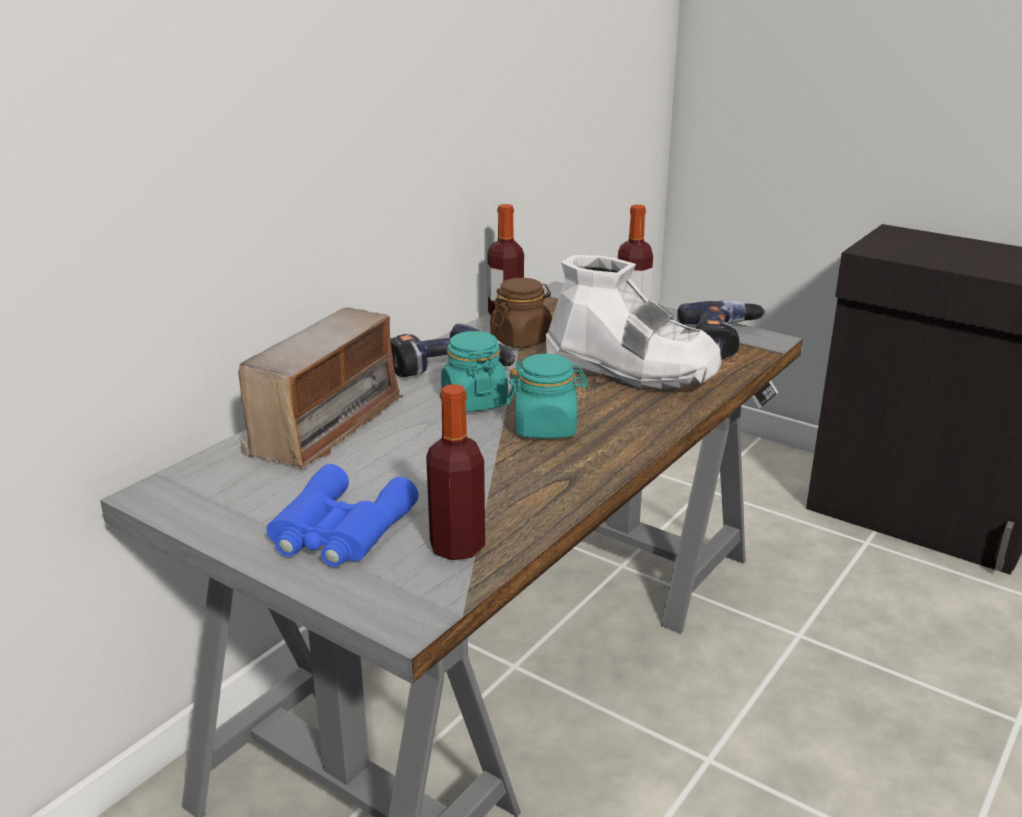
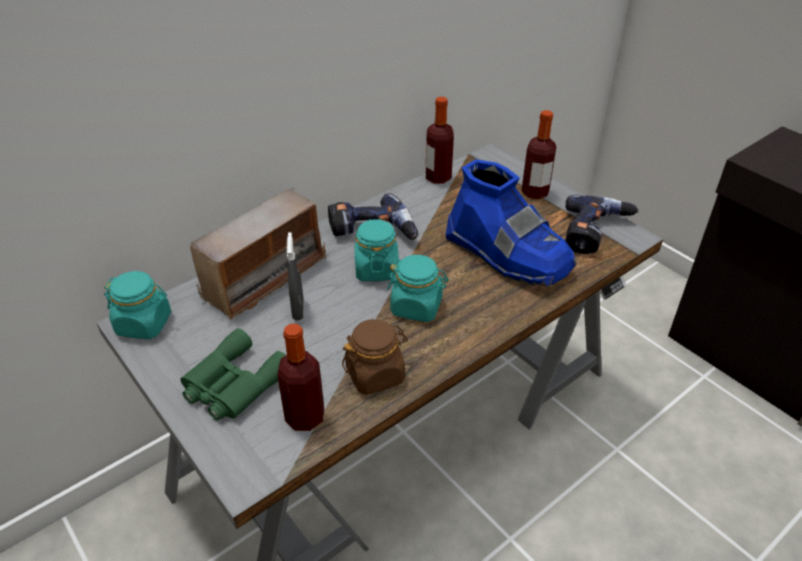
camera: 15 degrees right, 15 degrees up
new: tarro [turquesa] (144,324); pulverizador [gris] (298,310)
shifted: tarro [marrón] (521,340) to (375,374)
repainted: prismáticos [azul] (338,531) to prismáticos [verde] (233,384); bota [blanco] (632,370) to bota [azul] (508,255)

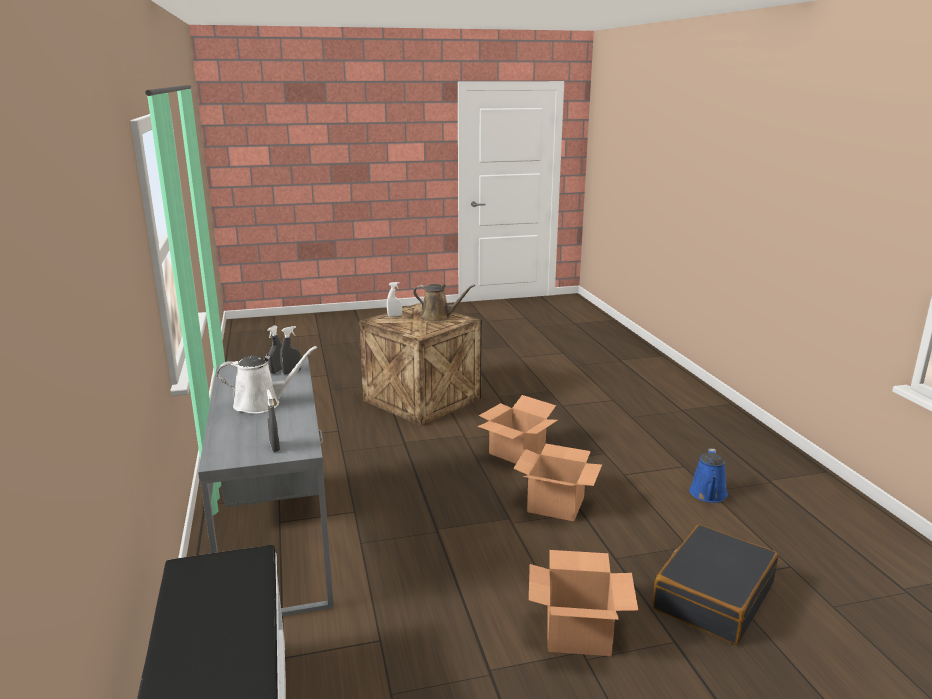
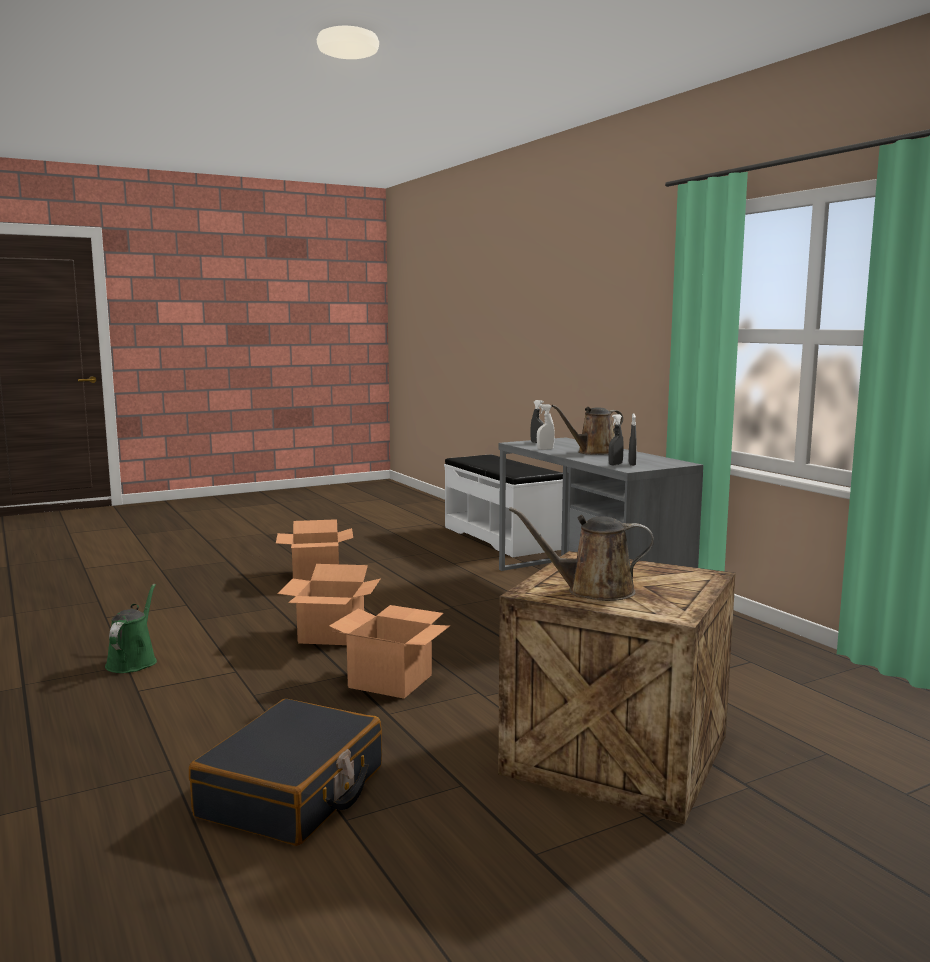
camera: 165 degrees right, 10 degrees down
shifted: maleta [negro] (712,596) to (293,792); pulverizador [blanco] (394,316) to (545,449)
repainted: regadera [azul] (708,495) to regadera [verde] (133,661); regadera [blanco] (262,404) to regadera [marrón] (593,452)

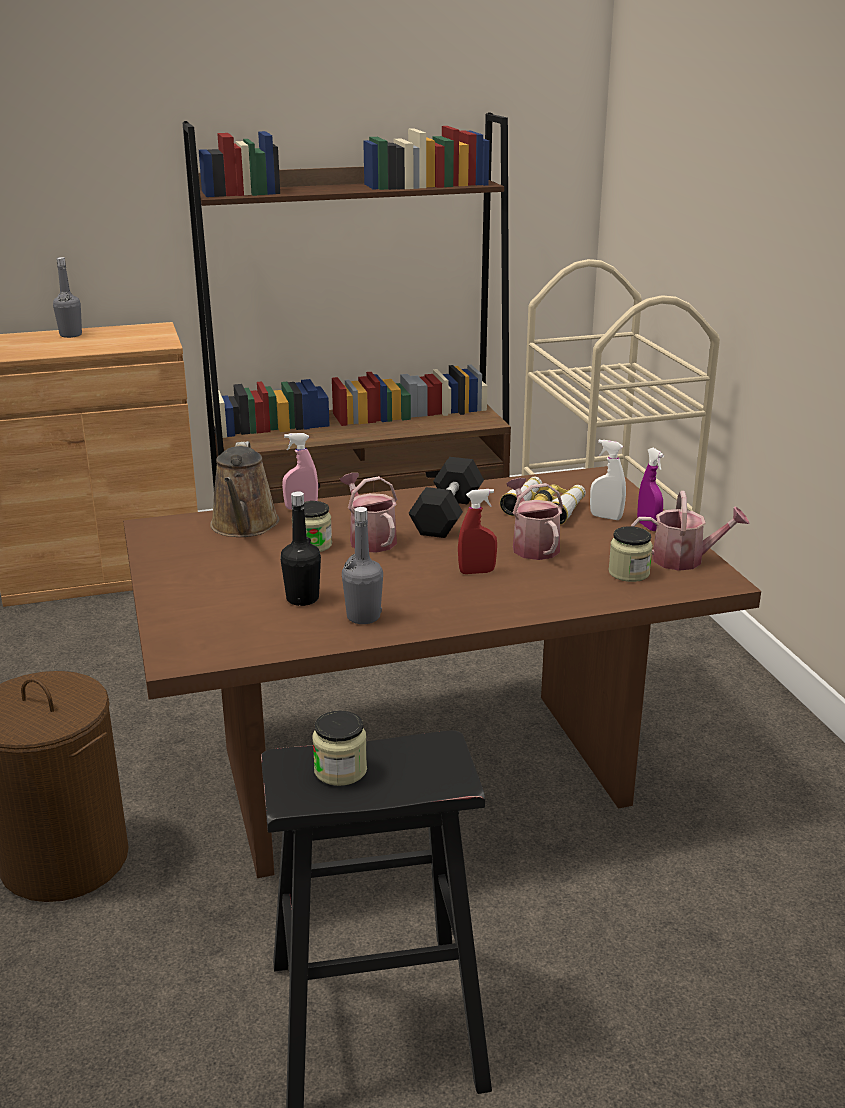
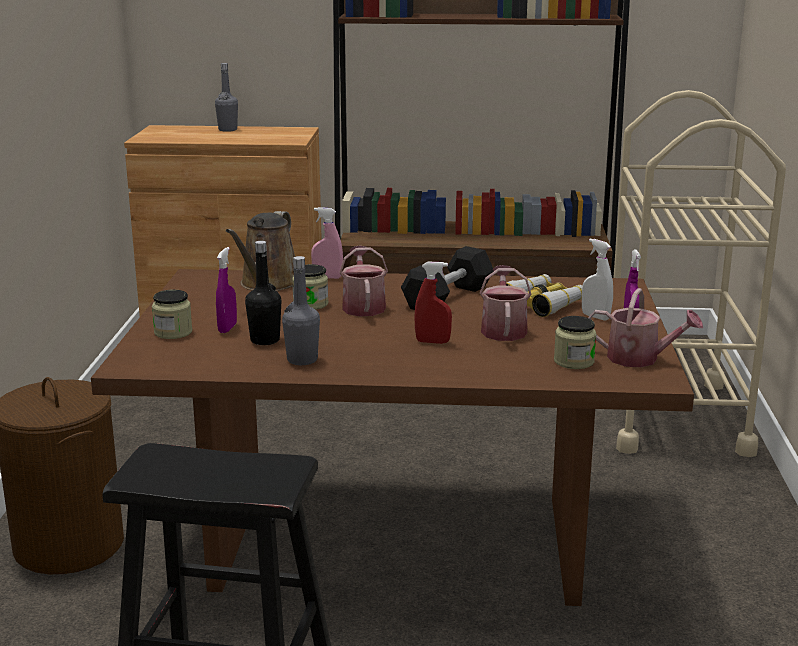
camera: 20 degrees right, 5 degrees down
new: pulverizador [morado] (227,328)
shifted: tarro (340,770) to (173,332)

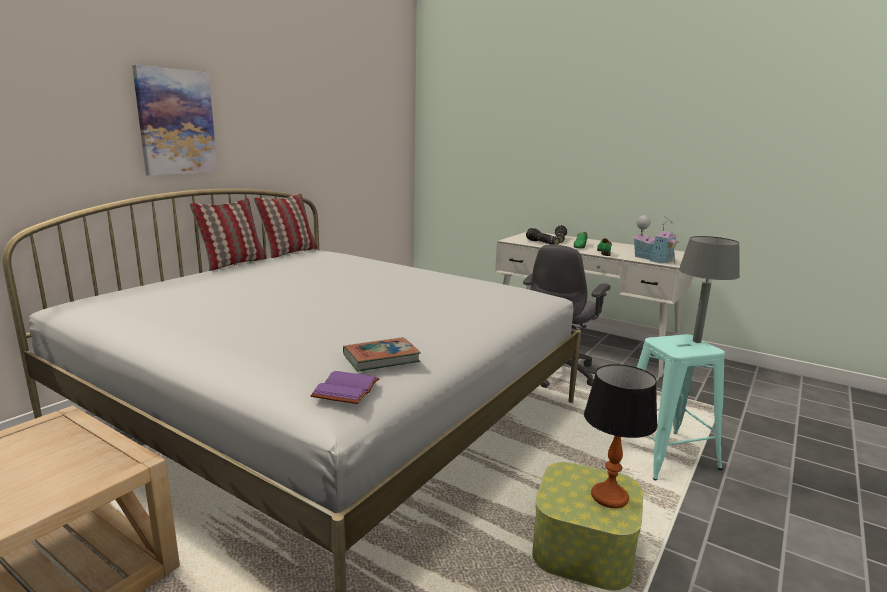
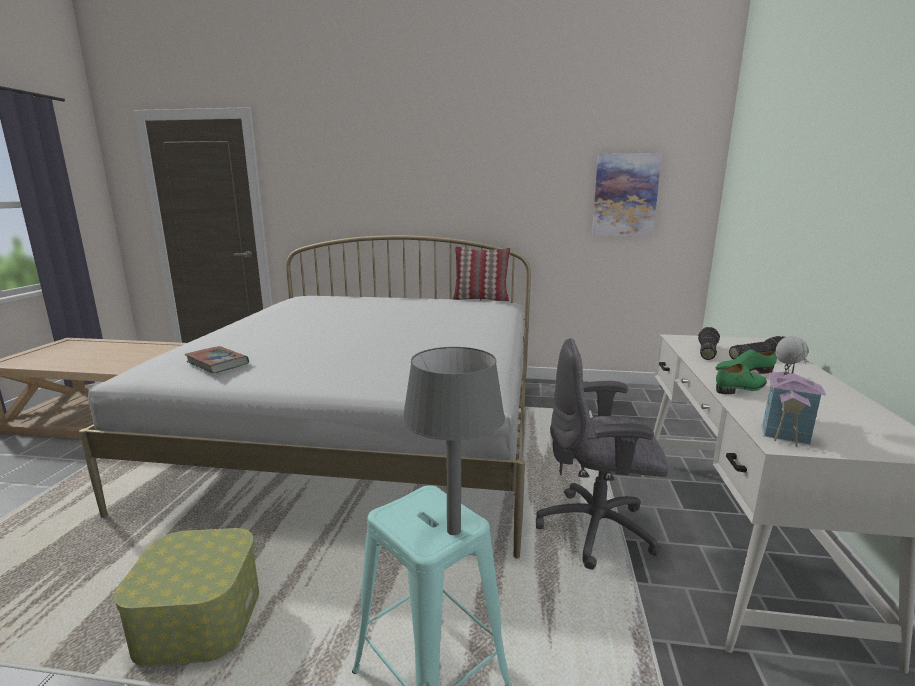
camera: 65 degrees right, 0 degrees up
gone: cojín (233,263); libro [morado] (345,388); lámpara de mesa (609,497)
shifted: cuadro (176,122) to (625,195)

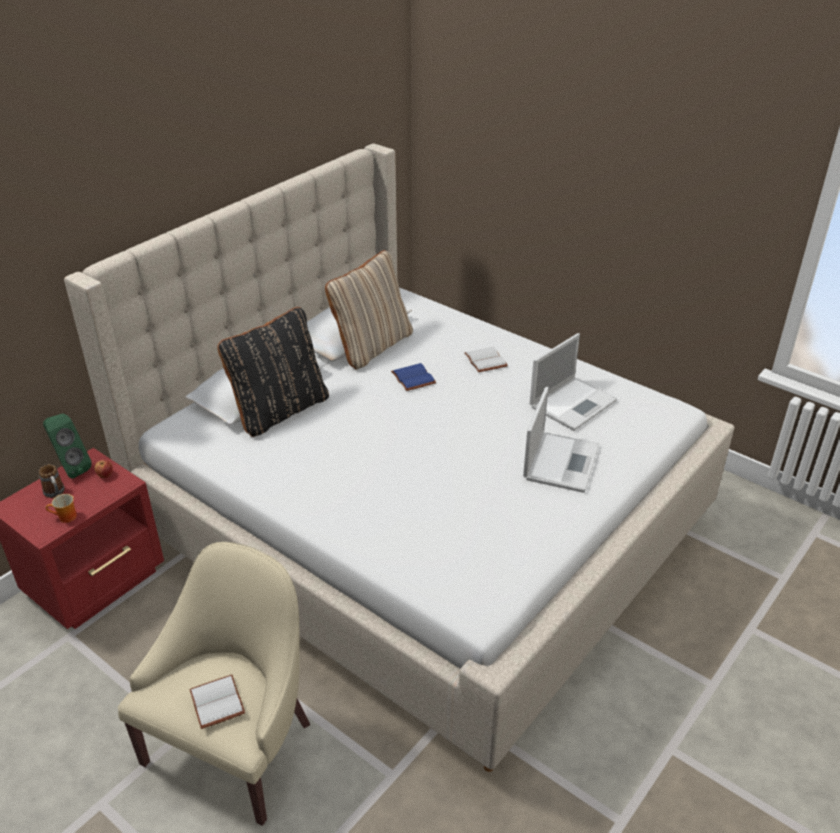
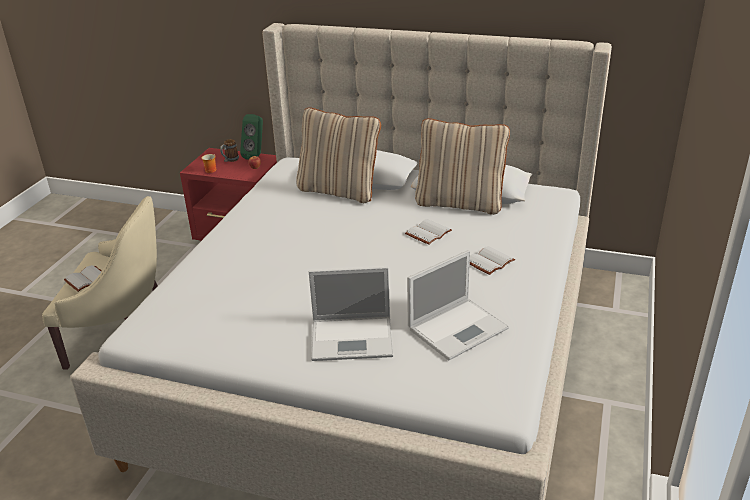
camera: 70 degrees right, 5 degrees down
repainted: cojín [negro] (280,410) to cojín [beis] (339,191); libro [azul] (412,378) to libro [blanco] (428,232)
rotated: portátil (573,403) = (459,328) 60 degrees counterclockwise

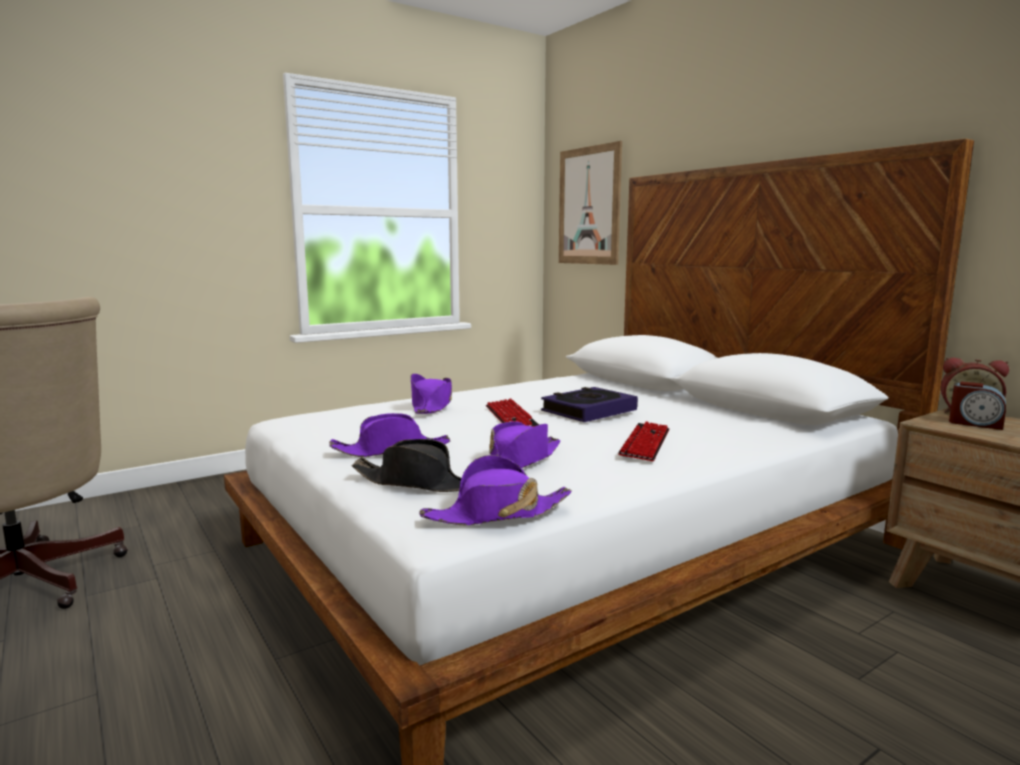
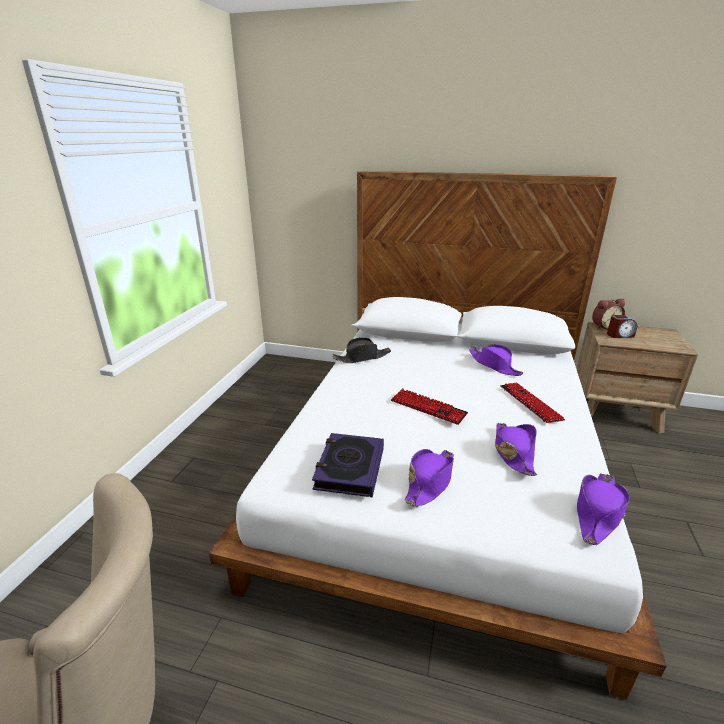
camera: 40 degrees left, 15 degrees up
gone: cuadro (589,206)
shifted: libro (588,411) to (349,468); sombrero [negro] (417,482) to (362,357); sombrero [morado] (431,405) to (494,365)

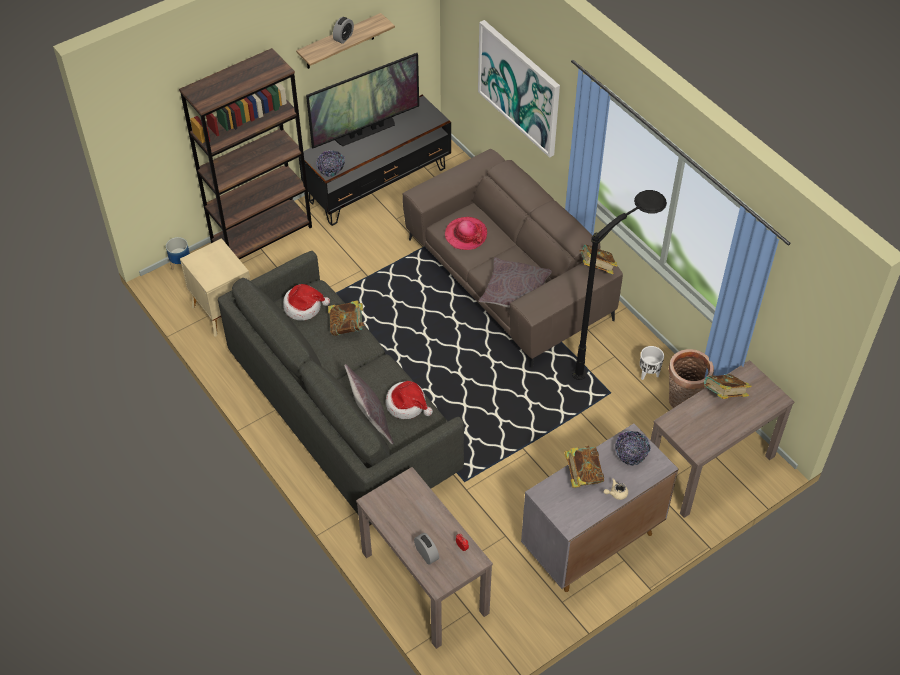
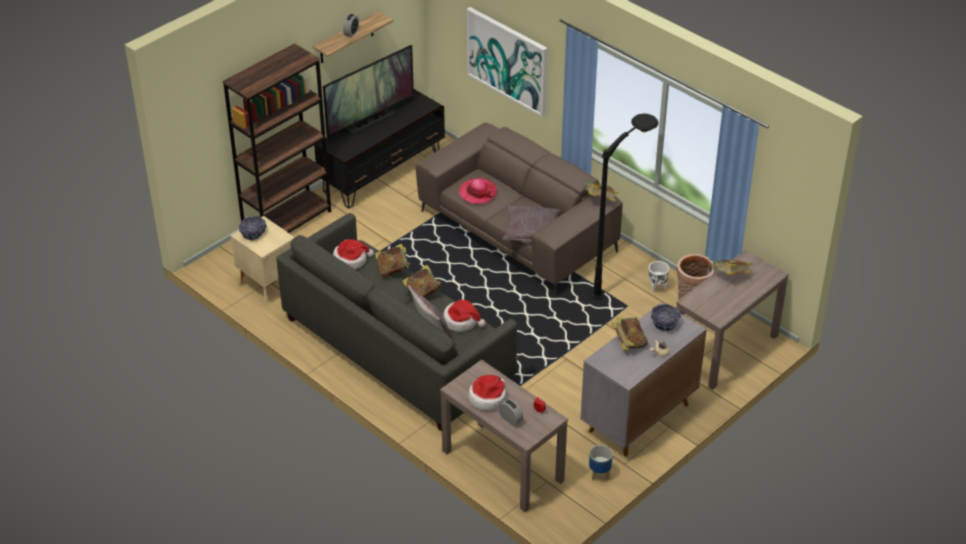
camera: 10 degrees left, 10 degrees down
new: libro (422,293); sombrero (488,398)
shifted: cuenco (330,168) to (253,233); maceta (181,265) to (599,474)

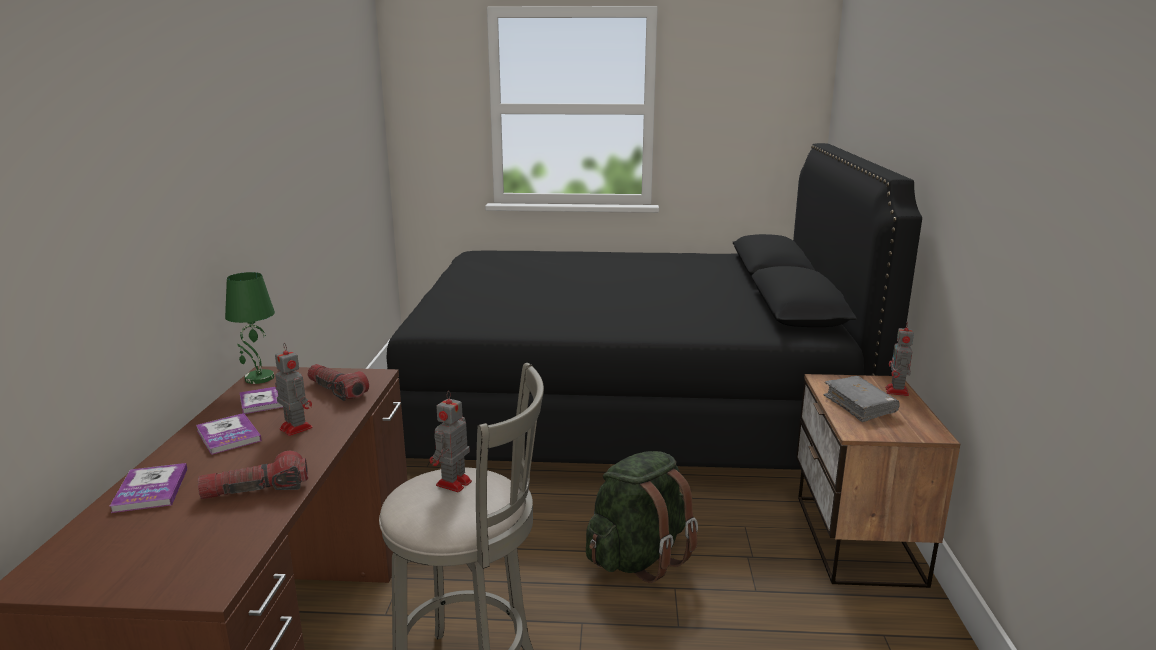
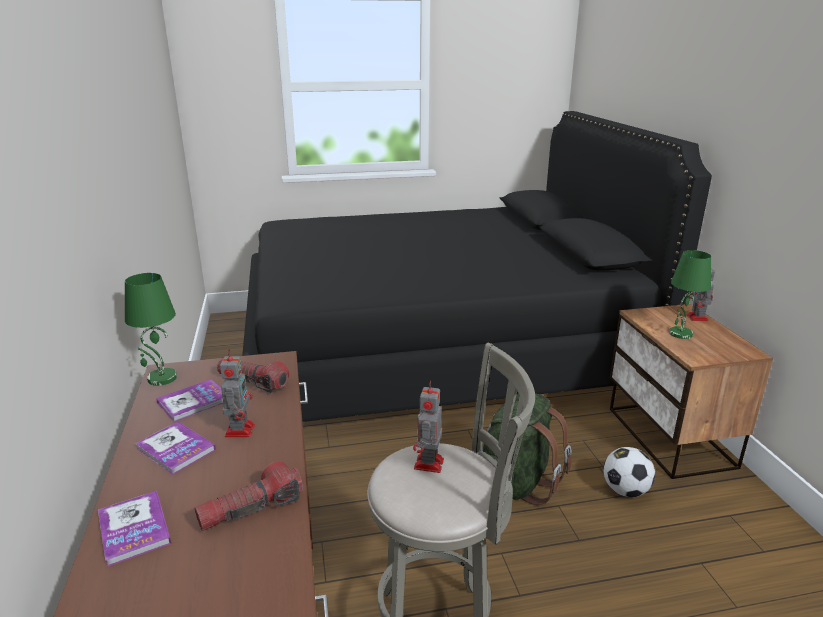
camera: 15 degrees left, 5 degrees up
new: balón de fútbol (625,490)
swapped: libro [gris] (859,406) to lámpara de mesa [verde] (680,334)
rotated: robot de juguete (295,428) = (240,429) 60 degrees clockwise

